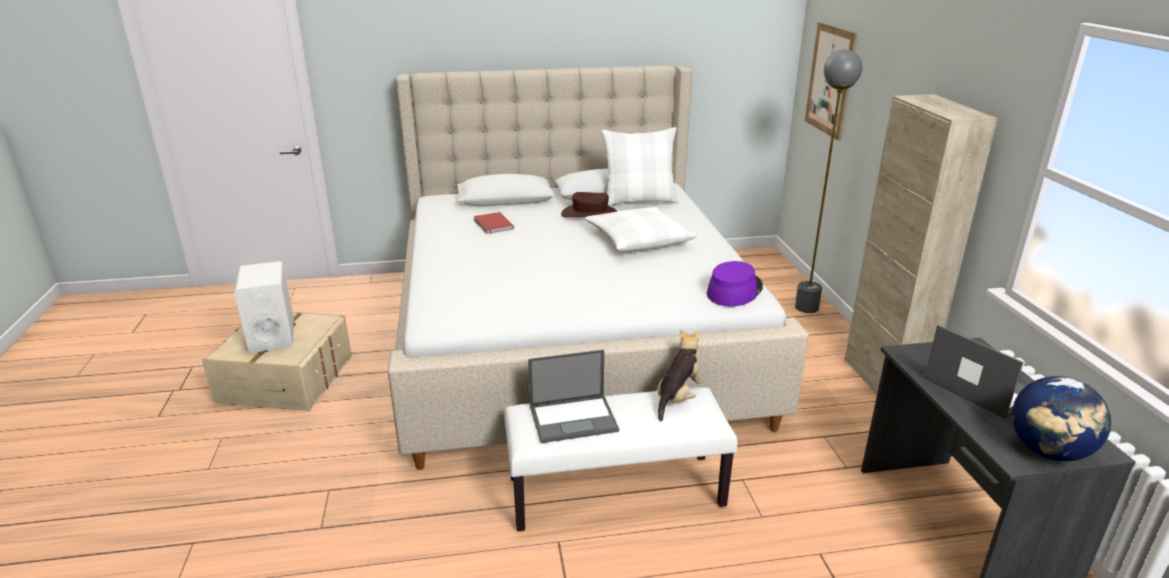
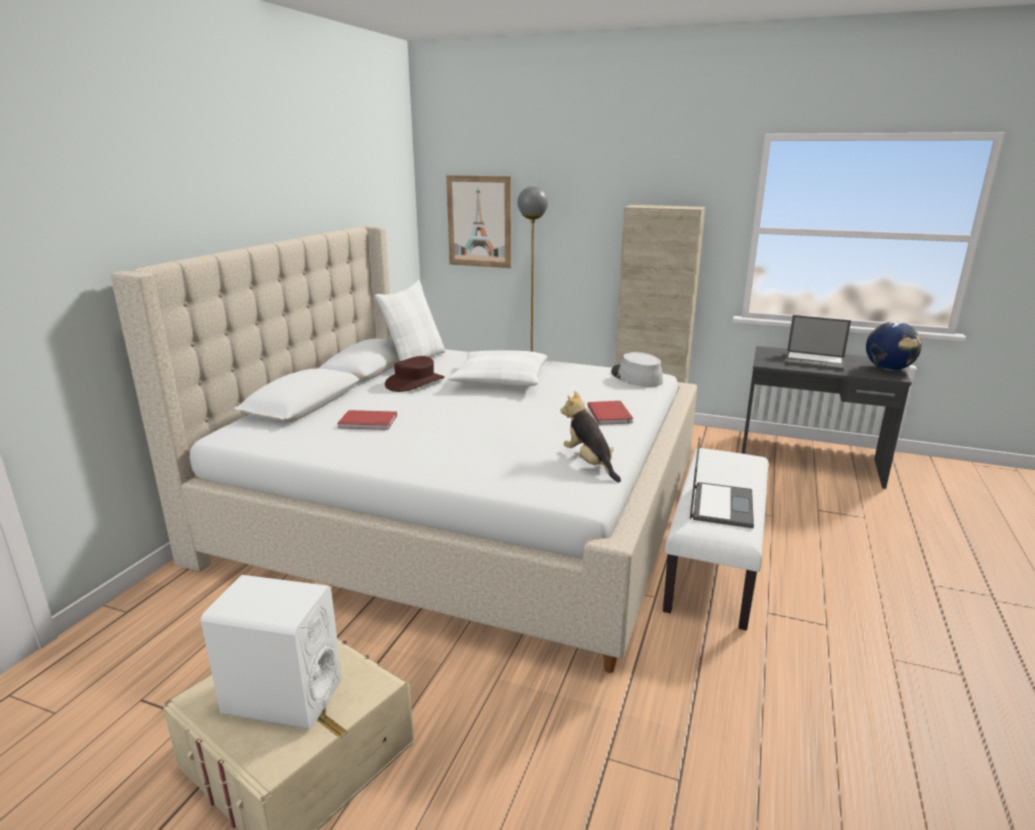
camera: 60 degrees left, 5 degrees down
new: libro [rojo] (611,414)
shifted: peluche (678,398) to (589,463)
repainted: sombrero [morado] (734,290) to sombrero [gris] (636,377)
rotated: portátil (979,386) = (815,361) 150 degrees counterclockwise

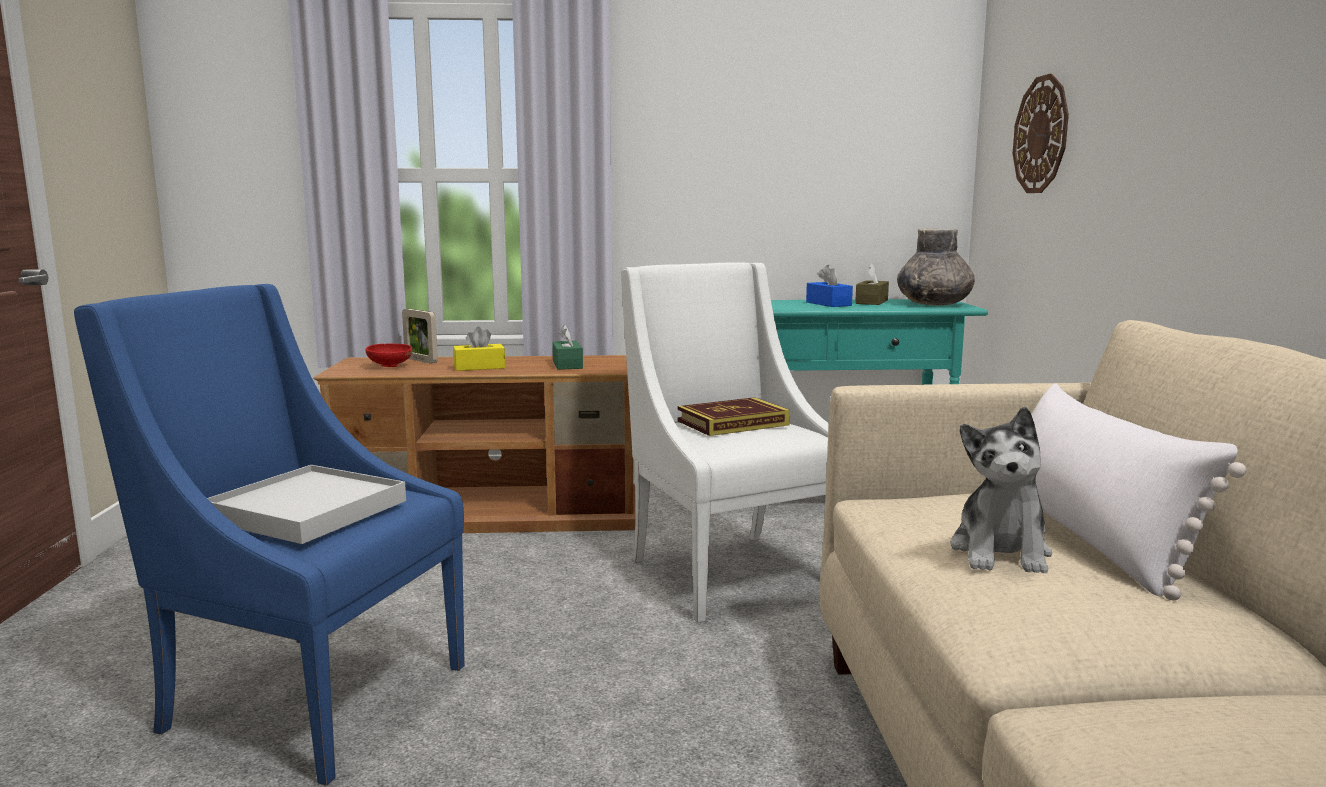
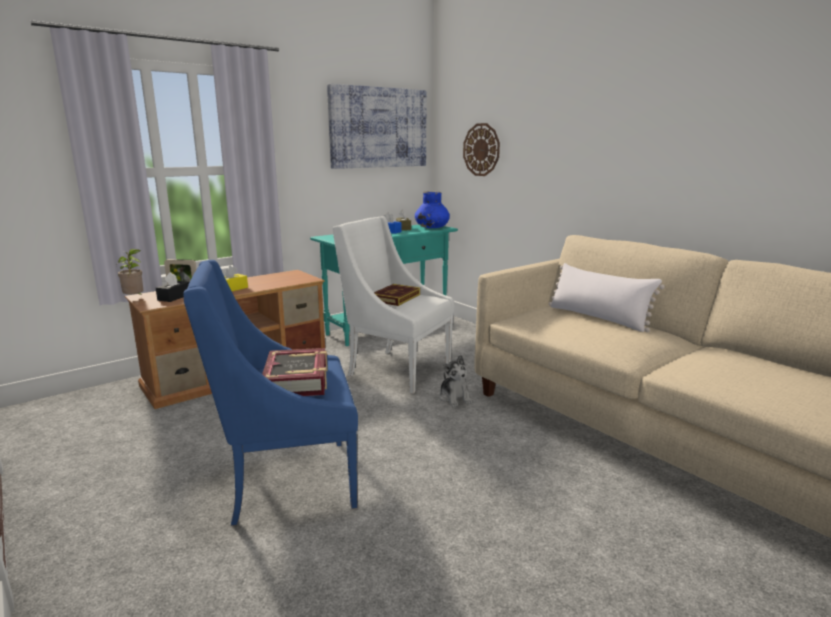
camera: 35 degrees left, 5 degrees up
gone: caja de pañuelos [verde] (567,365)
new: planta en maceta (135,299); cuadro (378,128)
shifted: peluche (1001,552) to (454,398)
swapped: cuenco [rojo] (390,367) to caja de pañuelos [negro] (174,297); bandeja [blanco] (307,511) to libro (297,380)
repainted: florero [gris] (934,304) to florero [azul] (431,227)

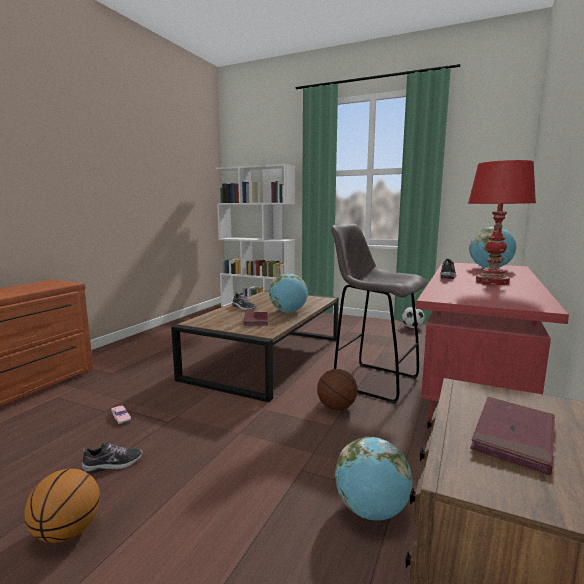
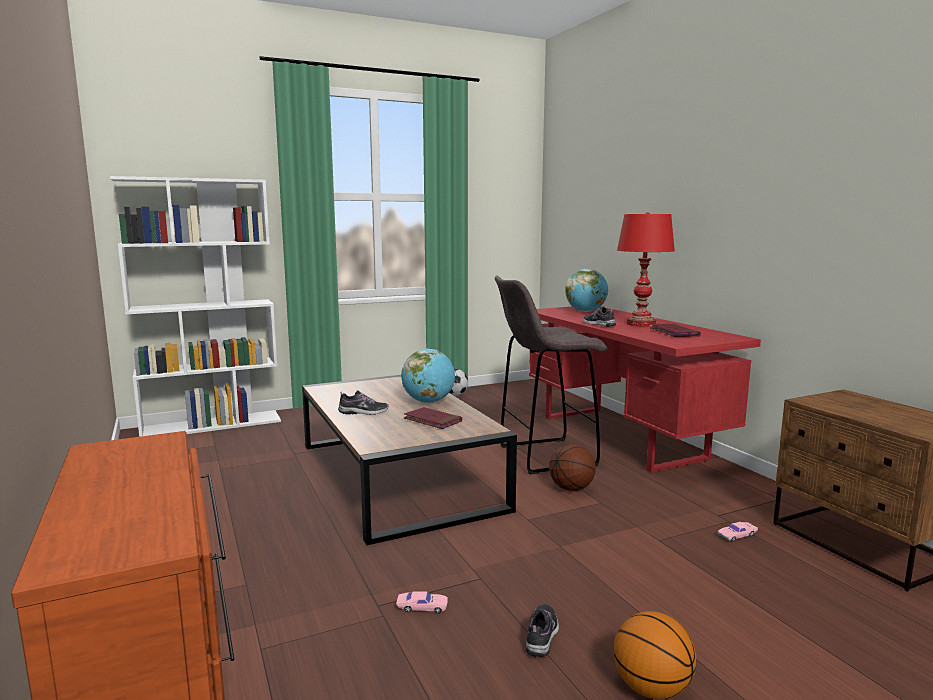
camera: 50 degrees left, 0 degrees up
shifted: libro [rojo] (513,437) to (674,333)
swapped: globo terráqueo (371,510) to coche de juguete [rosa] (737,535)

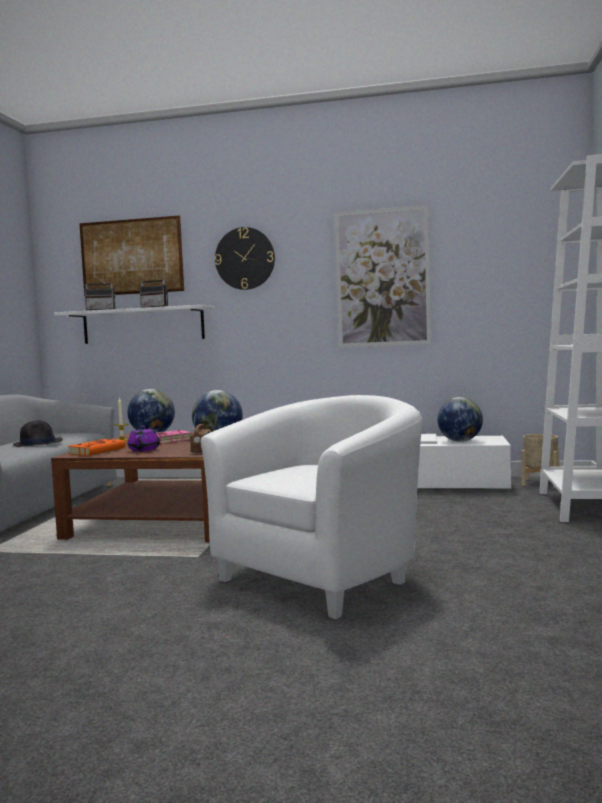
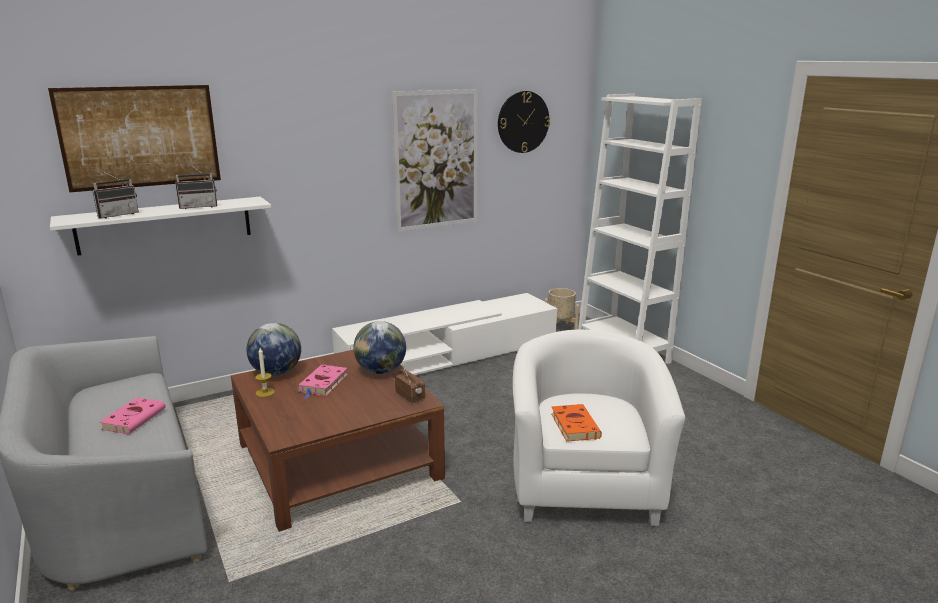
camera: 40 degrees left, 15 degrees up
gone: tetera [morado] (144,450); globo terráqueo (460,441)
shifted: reloj de pared (245,258) to (523,122); libro [naranja] (98,451) to (574,425)
swapped: sombrero [negro] (38,443) to libro [rosa] (135,418)

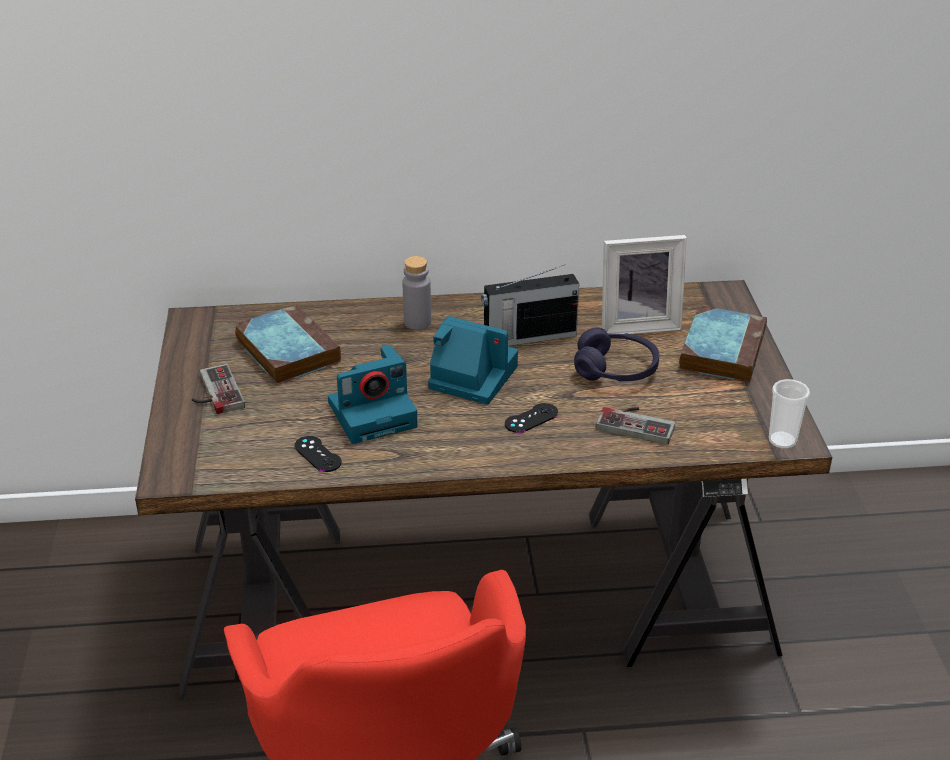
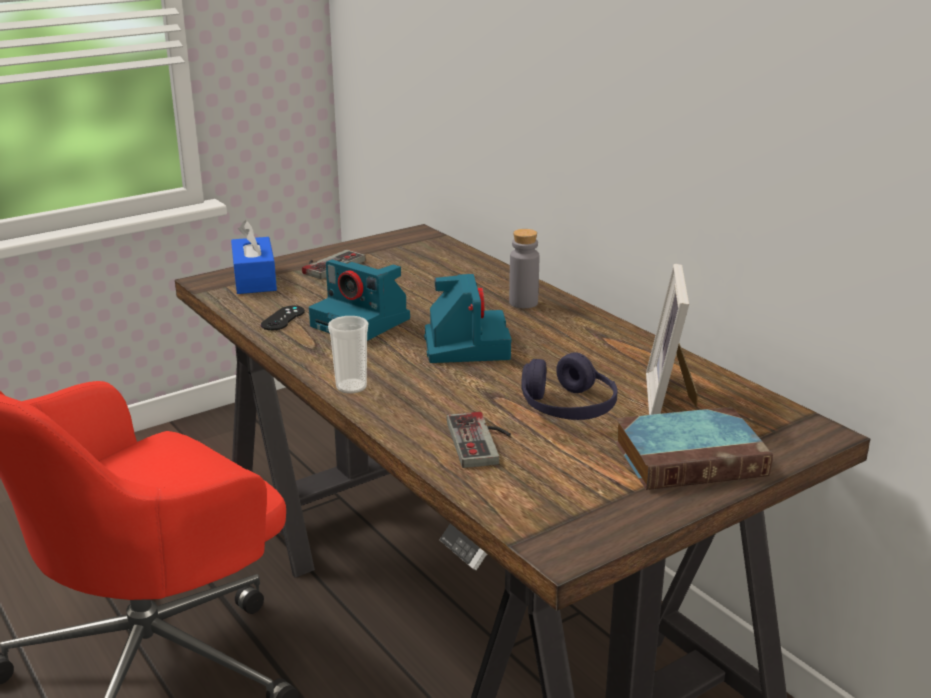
camera: 60 degrees right, 10 degrees down
gone: libro (286,350); radio (528,337); mando de consola [negro] (531,418)
new: caja de pañuelos [azul] (254,279)
shifted: taza (782,440) to (351,387)
rotated: portarretratos (637,324) = (671,398) 45 degrees clockwise

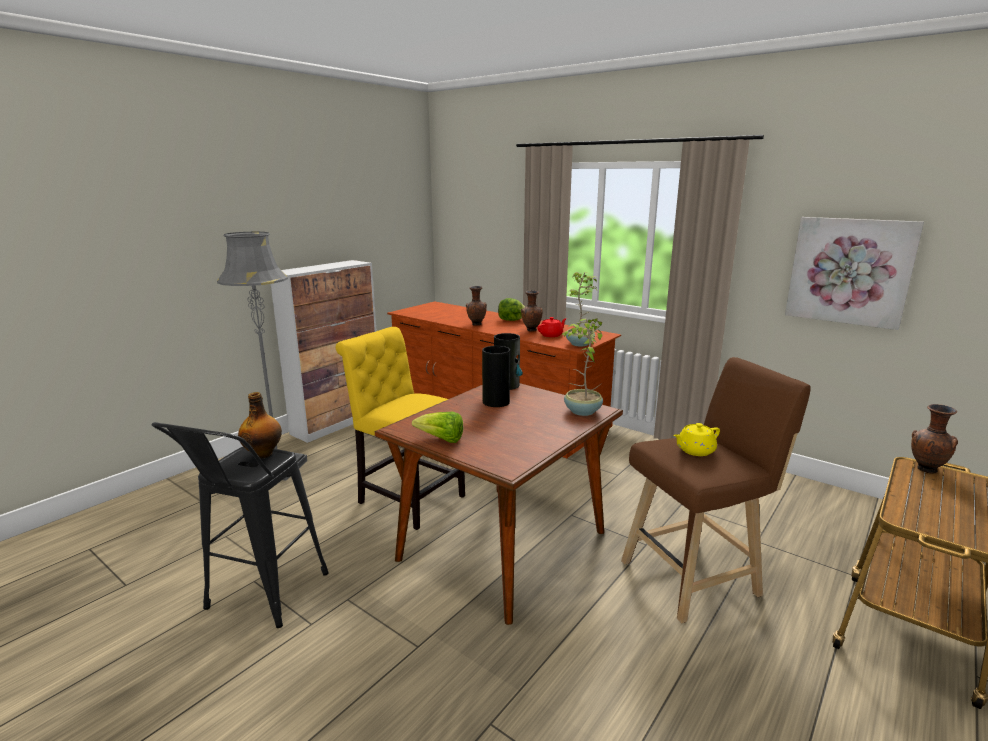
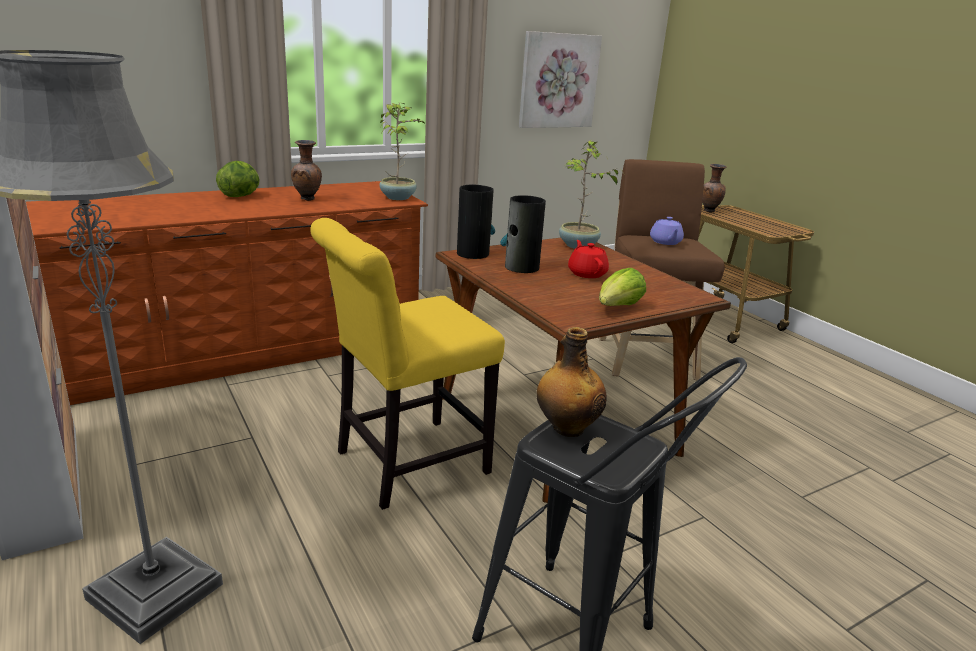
camera: 70 degrees left, 5 degrees up
gone: florero [marrón] (476,325)
shifted: tetera [rojo] (551,335) to (587,273)
repainted: tetera [amarillo] (695,450) to tetera [morado] (665,242)

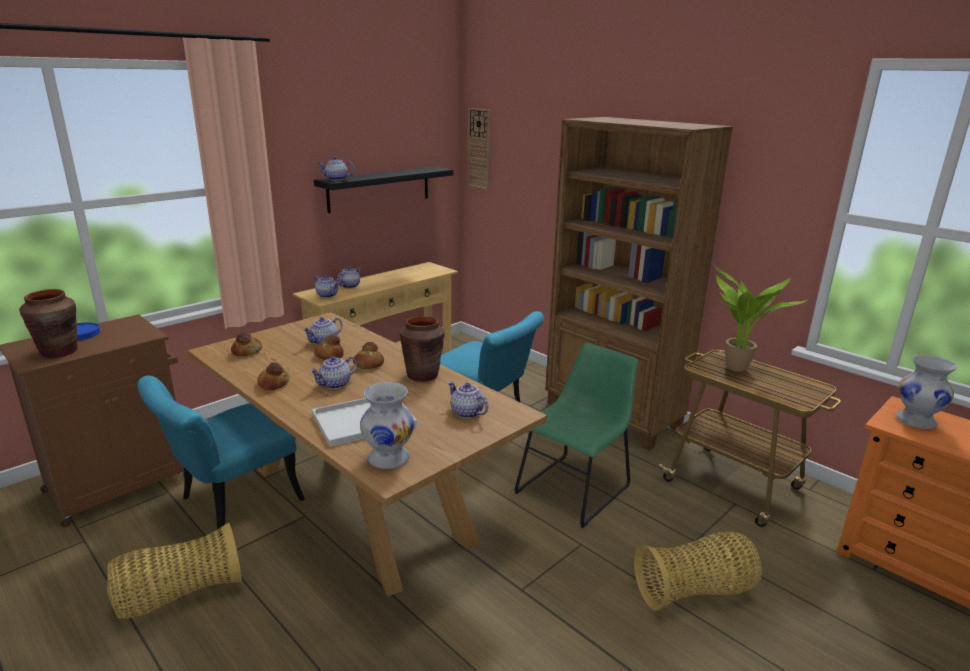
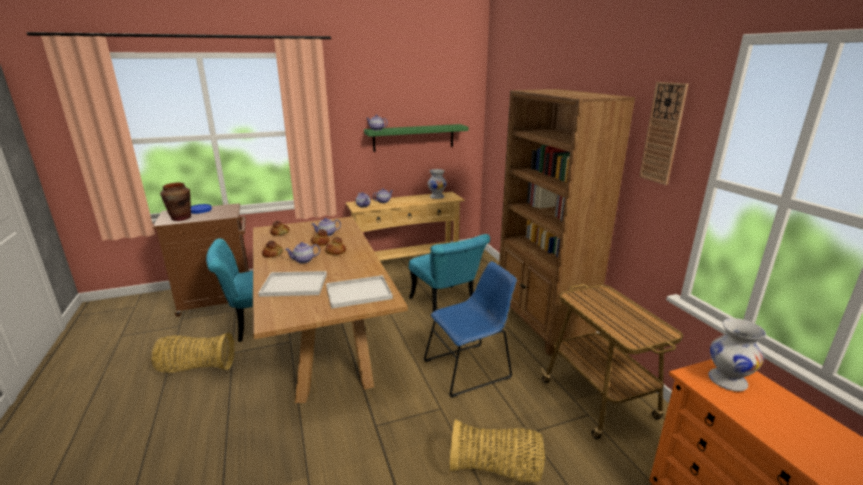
camera: 25 degrees right, 0 degrees up
gone: florero [marrón] (422,375); planta en maceta (736,370)
shifted: florero [blanco] (388,459) to (436,197); reloj de pared (479,149) to (663,133)
swapped: tetera (466,413) to bandeja [blanco] (357,293)
repainted: estante [negro] (379,189) to estante [verde] (414,137); silla [verde] (576,487) to silla [azul] (470,368)

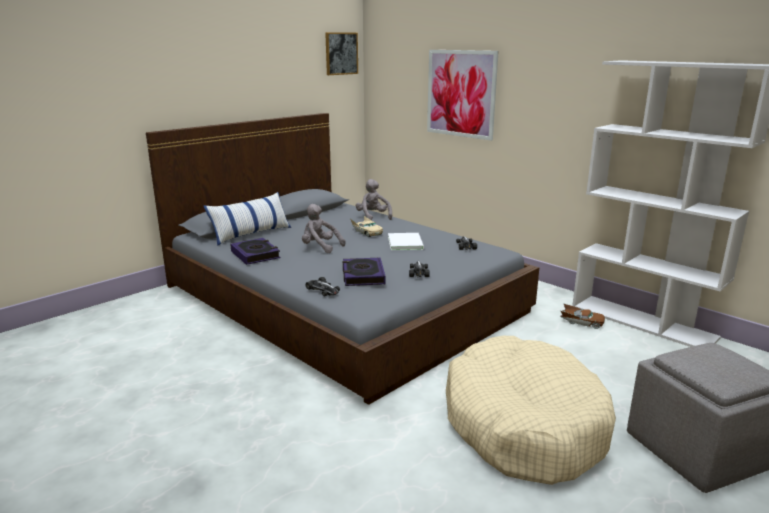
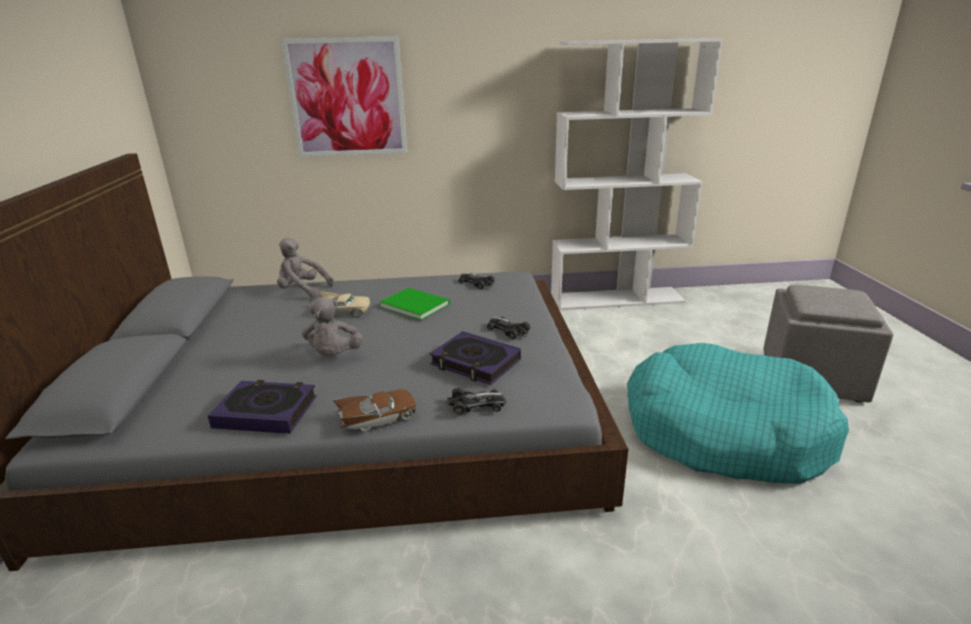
camera: 50 degrees left, 5 degrees up
gone: cojín (251,234); cuadro (341,53)
shifted: coche de juguete [marrón] (581,322) to (377,418)
repainted: libro [blanco] (406,242) to libro [verde] (414,304); cama para perro [beis] (522,424) to cama para perro [turquesa] (724,431)
rotated: peluche [gris] (320,247) = (334,355) 75 degrees counterclockwise

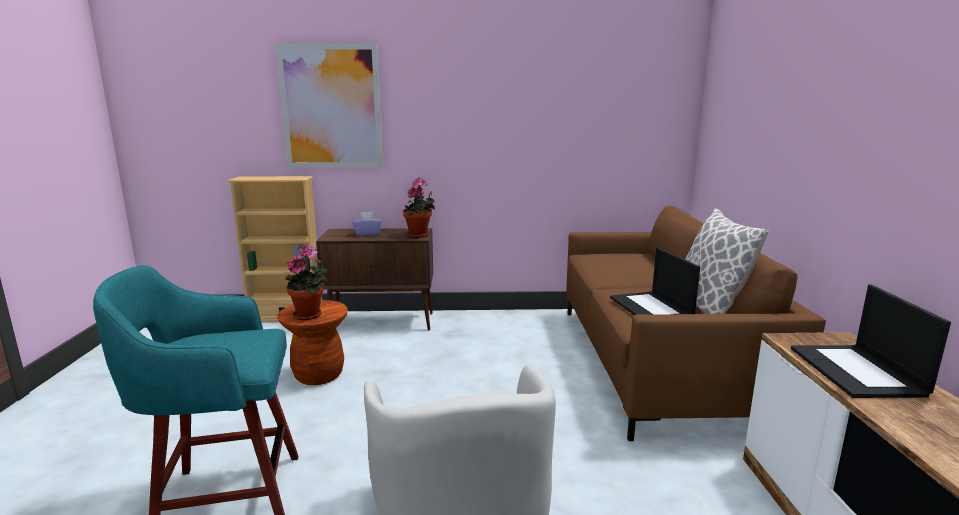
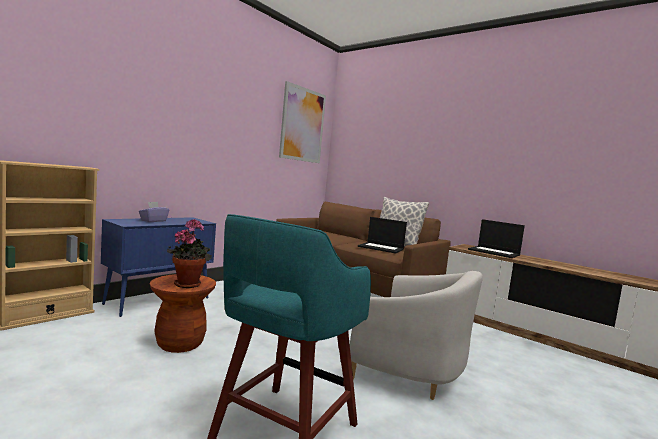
camera: 50 degrees left, 10 degrees down
gone: planta en maceta (419,235)
shifted: cuadro (331,107) to (302,125)
repainted: armario [marrón] (382,322) to armario [azul] (159,301)

